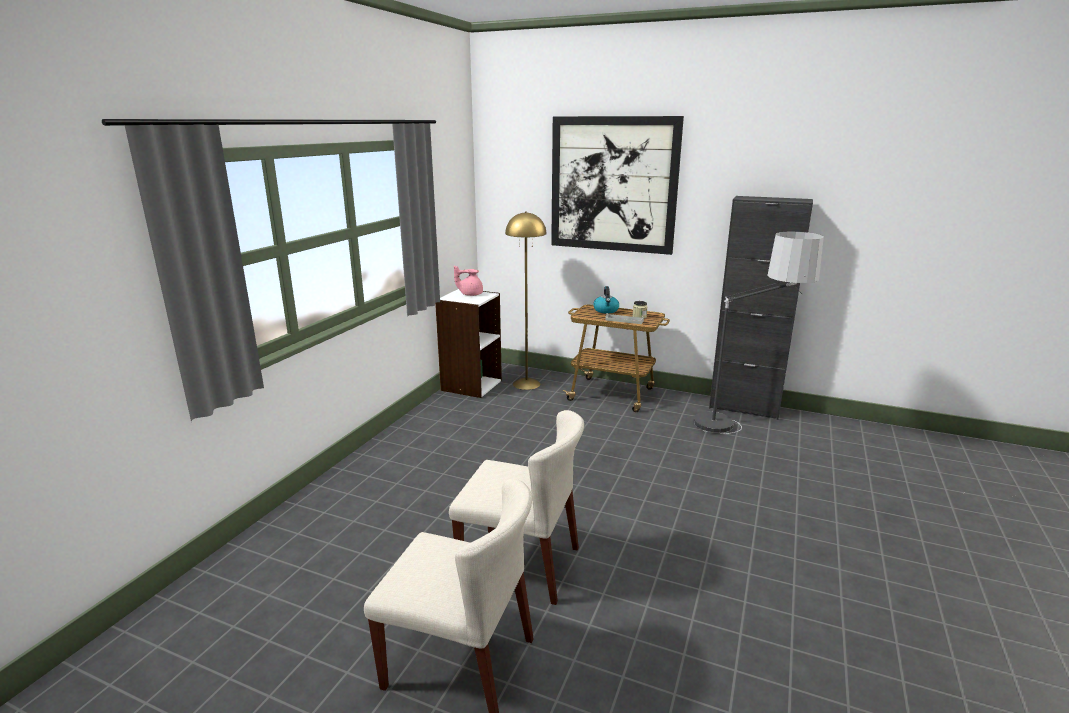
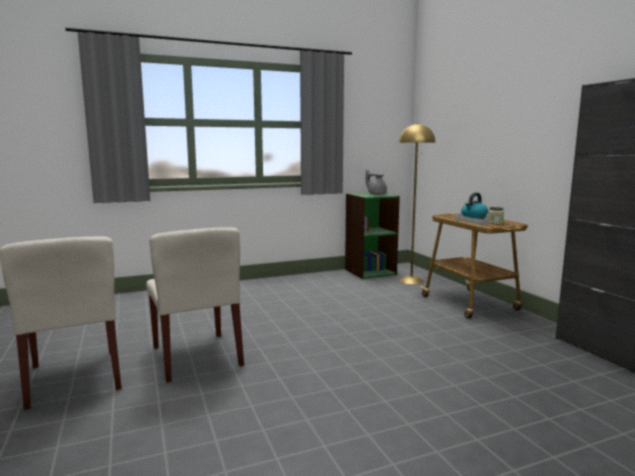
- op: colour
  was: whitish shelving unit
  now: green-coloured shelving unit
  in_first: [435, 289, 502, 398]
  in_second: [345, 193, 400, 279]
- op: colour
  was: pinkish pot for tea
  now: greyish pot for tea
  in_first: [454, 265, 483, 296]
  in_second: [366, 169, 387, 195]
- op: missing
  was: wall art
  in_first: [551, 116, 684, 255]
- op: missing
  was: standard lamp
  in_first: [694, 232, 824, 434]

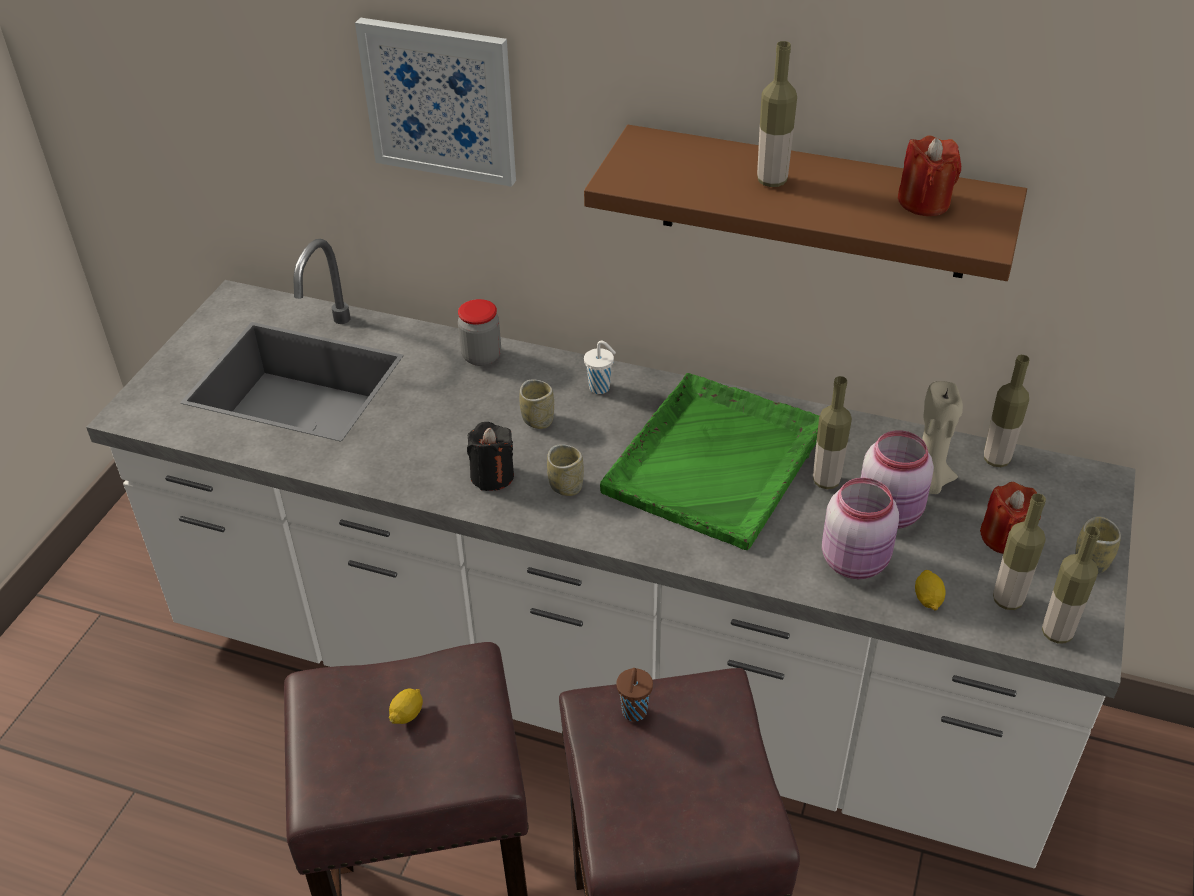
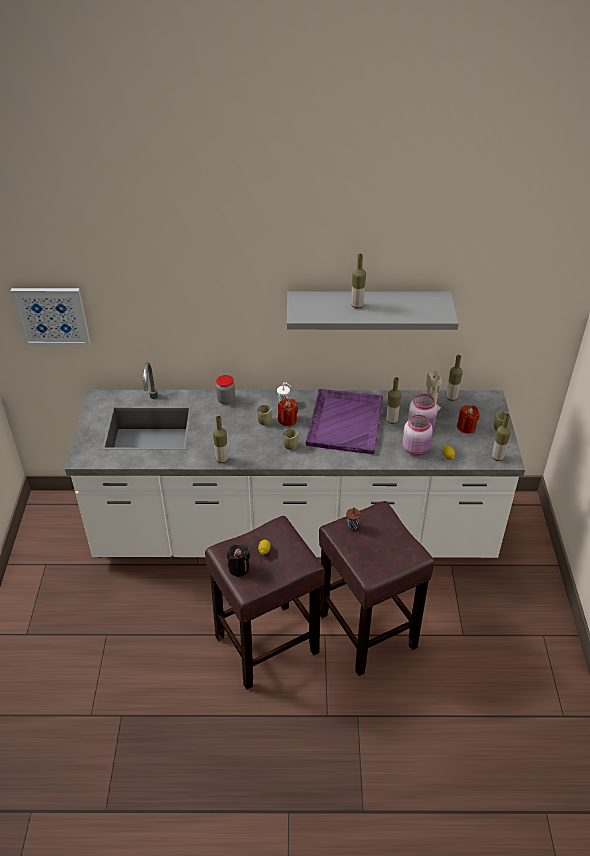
- op: relocated
  was: wall art
  in_first: [355, 18, 516, 187]
  in_second: [11, 288, 91, 346]
- op: relocated
  was: drink bottle
  in_first: [993, 493, 1046, 610]
  in_second: [213, 416, 228, 463]
- op: relocated
  was: blackish candle
  in_first: [467, 422, 514, 491]
  in_second: [227, 545, 250, 577]
- op: relocated
  was: red-coloured candle
  in_first: [897, 135, 961, 216]
  in_second: [278, 398, 298, 426]
- op: colour
  was: brown-coloured shelf
  now: greyish shelf
  in_first: [584, 125, 1027, 281]
  in_second: [287, 291, 459, 330]
- op: colour
  was: green-coloured serving tray
  now: purplish serving tray
  in_first: [600, 373, 819, 550]
  in_second: [306, 389, 383, 455]

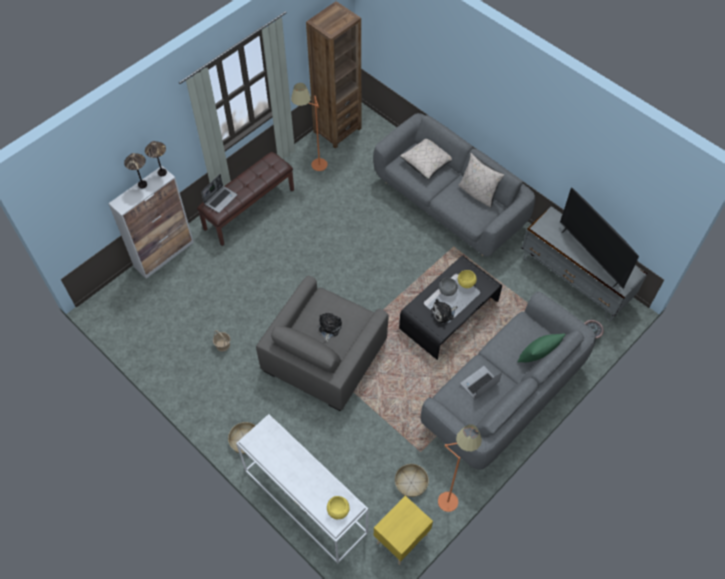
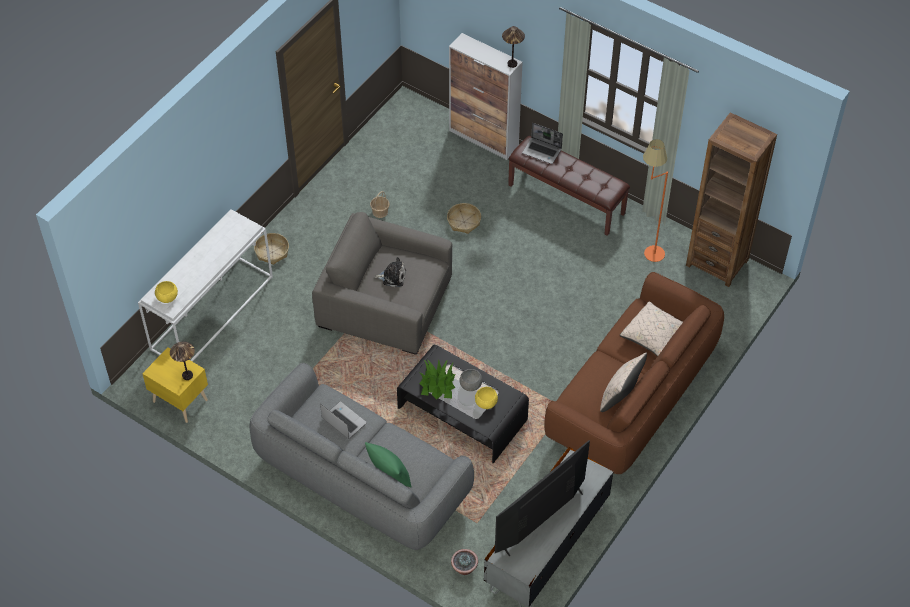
- op: relocated
  was: table lamp
  in_first: [124, 153, 147, 188]
  in_second: [170, 341, 195, 380]
- op: exchanged
  was: plush toy
  now: houseplant
  in_first: [431, 299, 458, 324]
  in_second: [419, 359, 456, 399]
- op: relocated
  was: storage basket
  in_first: [395, 464, 429, 497]
  in_second: [447, 203, 481, 234]
- op: colour
  was: greyish settee
  now: brown-coloured settee
  in_first: [373, 113, 535, 256]
  in_second: [544, 272, 724, 474]
- op: missing
  was: orangey standard lamp
  in_first: [438, 424, 482, 512]

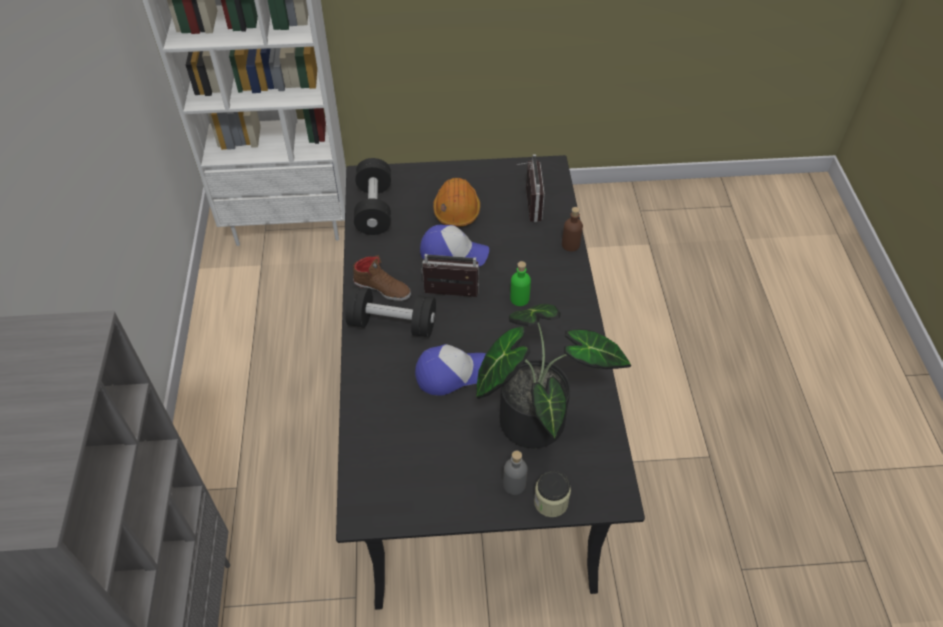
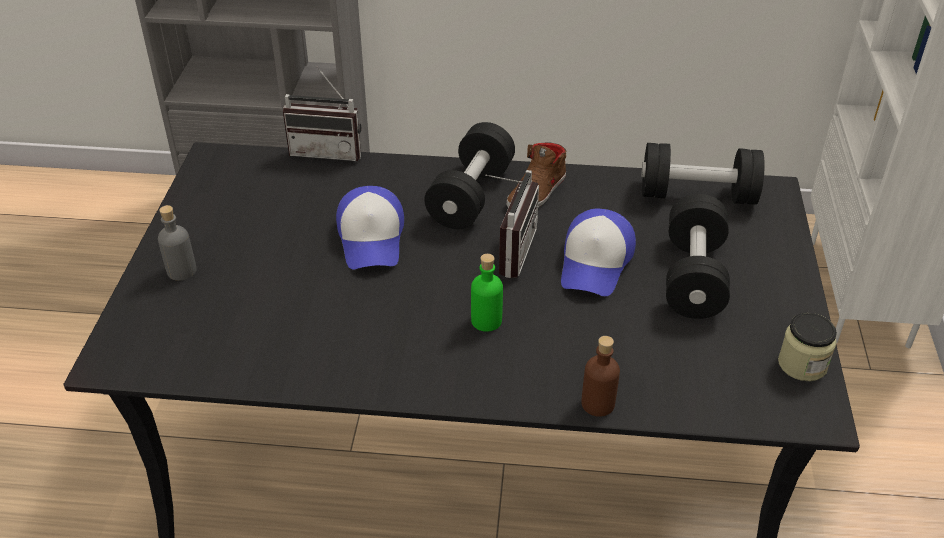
- op: relocated
  was: radio
  in_first: [517, 154, 545, 222]
  in_second: [283, 66, 361, 161]
- op: exchanged
  was: orangey work helmet
  now: blackish hand weight
  in_first: [433, 178, 480, 227]
  in_second: [666, 194, 730, 319]
- op: relocated
  was: storage jar
  in_first: [534, 471, 571, 517]
  in_second: [778, 313, 837, 381]
- op: missing
  was: houseplant
  in_first: [476, 304, 631, 448]

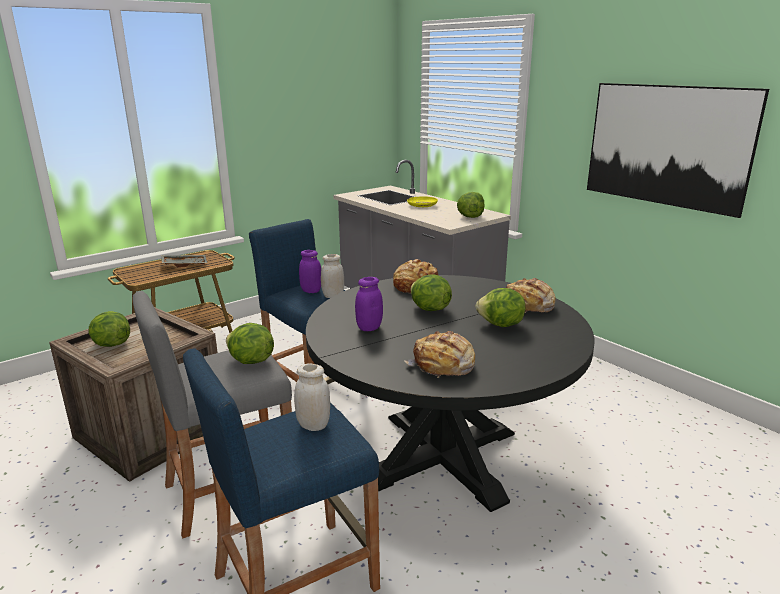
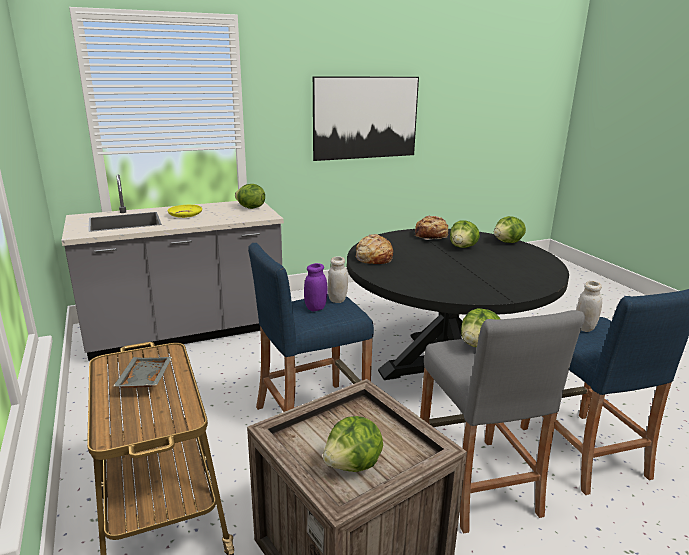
- op: relocated
  was: lettuce head
  in_first: [411, 274, 452, 311]
  in_second: [494, 216, 526, 243]
- op: missing
  was: purplish storage jar
  in_first: [355, 277, 383, 331]
- op: missing
  was: baked bread
  in_first: [404, 331, 475, 378]

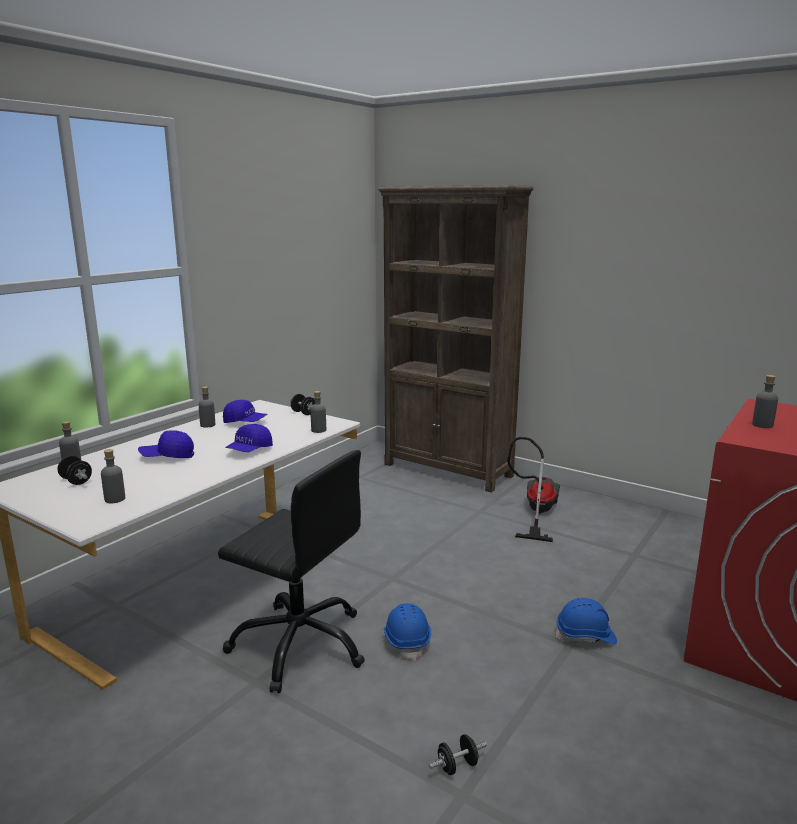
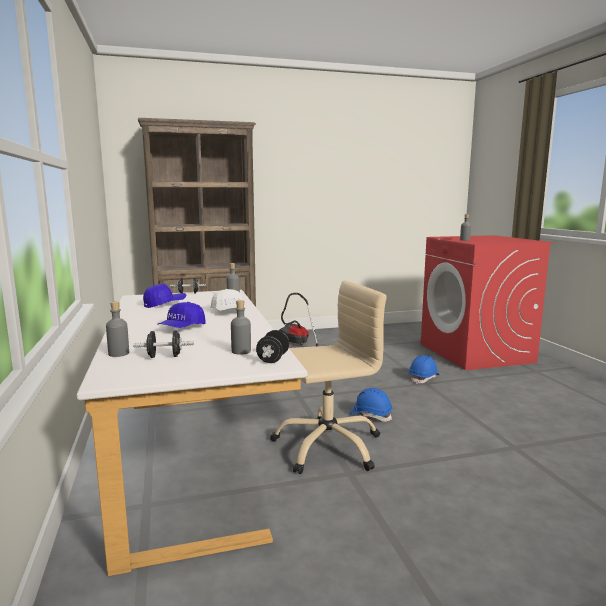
- op: colour
  was: bluish peaked cap
  now: whitish peaked cap
  in_first: [225, 424, 273, 452]
  in_second: [211, 289, 245, 311]
- op: relocated
  was: blackish hand weight
  in_first: [429, 734, 487, 775]
  in_second: [256, 330, 289, 363]
- op: colour
  was: blackish computer chair
  now: sand-coloured computer chair
  in_first: [218, 450, 365, 693]
  in_second: [270, 281, 387, 474]
- op: missing
  was: greyish drink bottle
  in_first: [198, 387, 215, 428]

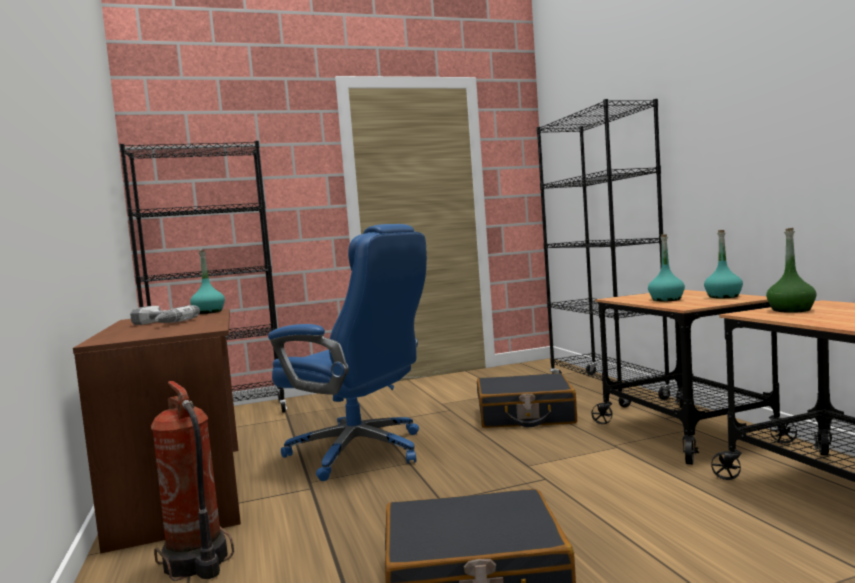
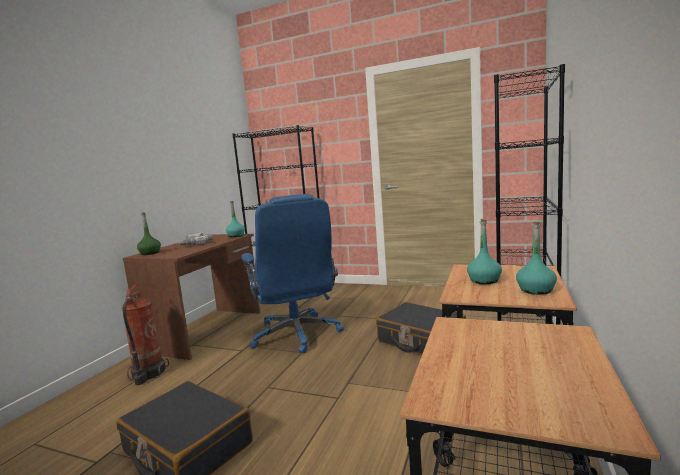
- op: relocated
  was: green-coloured drink bottle
  in_first: [766, 228, 817, 313]
  in_second: [137, 213, 161, 255]

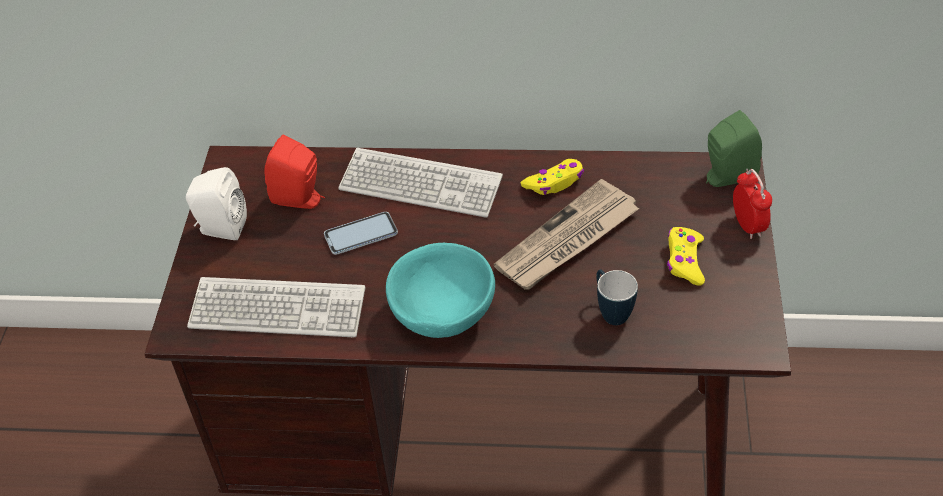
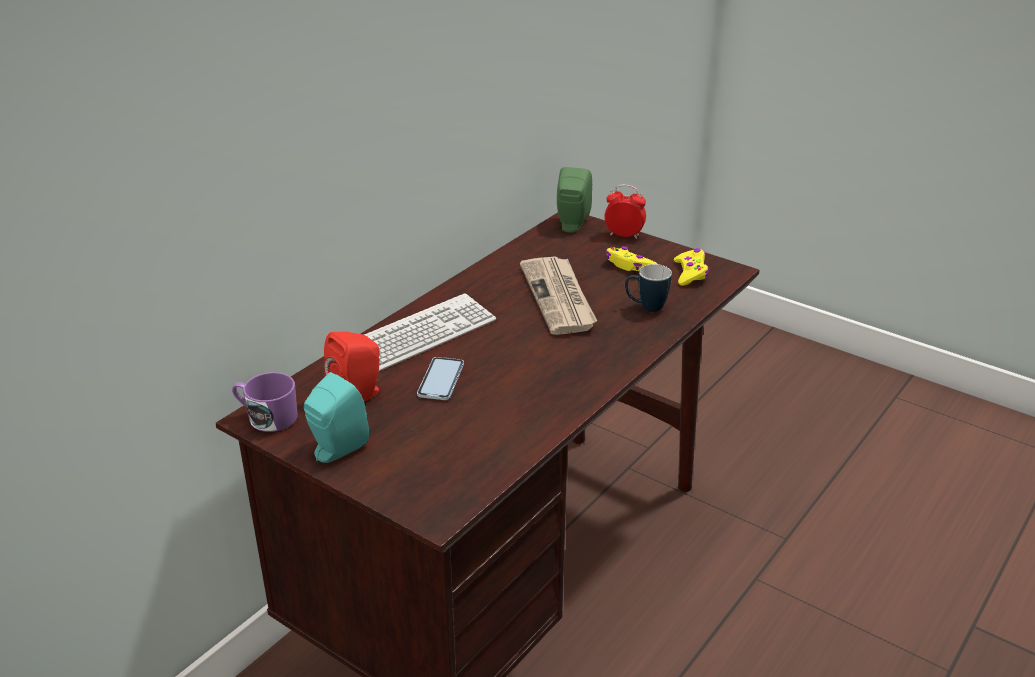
- op: appeared
  now: purplish coffee mug
  in_second: [232, 372, 298, 432]
- op: colour
  was: whitish loudspeaker
  now: turquoise loudspeaker
  in_first: [186, 167, 247, 240]
  in_second: [304, 372, 369, 463]
- op: relocated
  was: yellow-coloured game controller
  in_first: [521, 159, 584, 195]
  in_second: [674, 248, 709, 286]
- op: missing
  was: keyboard
  in_first: [187, 277, 365, 337]
- op: missing
  was: turquoise deep dish
  in_first: [386, 243, 495, 338]

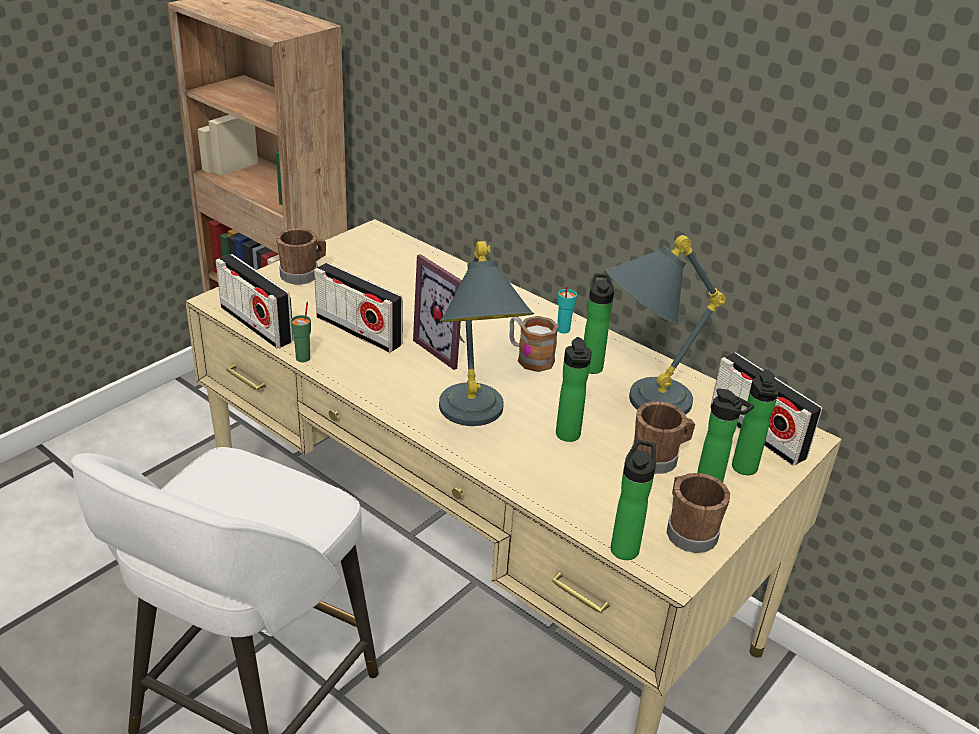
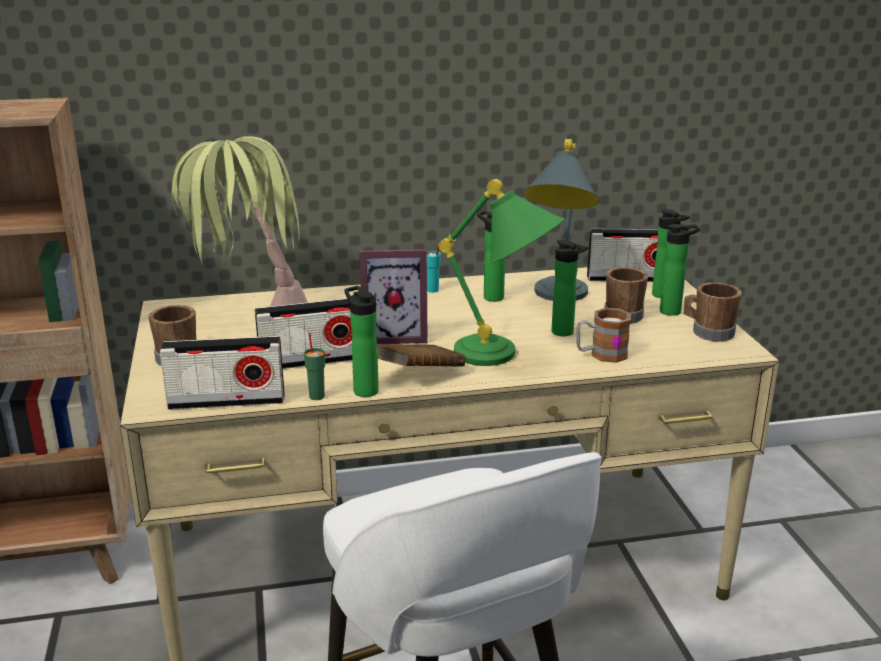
- op: appeared
  now: houseplant
  in_second: [172, 136, 308, 306]
- op: relocated
  was: drink bottle
  in_first: [611, 440, 656, 560]
  in_second: [344, 286, 379, 397]
- op: appeared
  now: brown-coloured bound book
  in_second: [377, 344, 466, 367]
- op: colour
  was: greyish table lamp
  now: green-coloured table lamp
  in_first: [439, 241, 534, 426]
  in_second: [438, 179, 564, 366]
- op: relocated
  was: coffee mug
  in_first: [510, 316, 559, 372]
  in_second: [576, 308, 631, 363]

